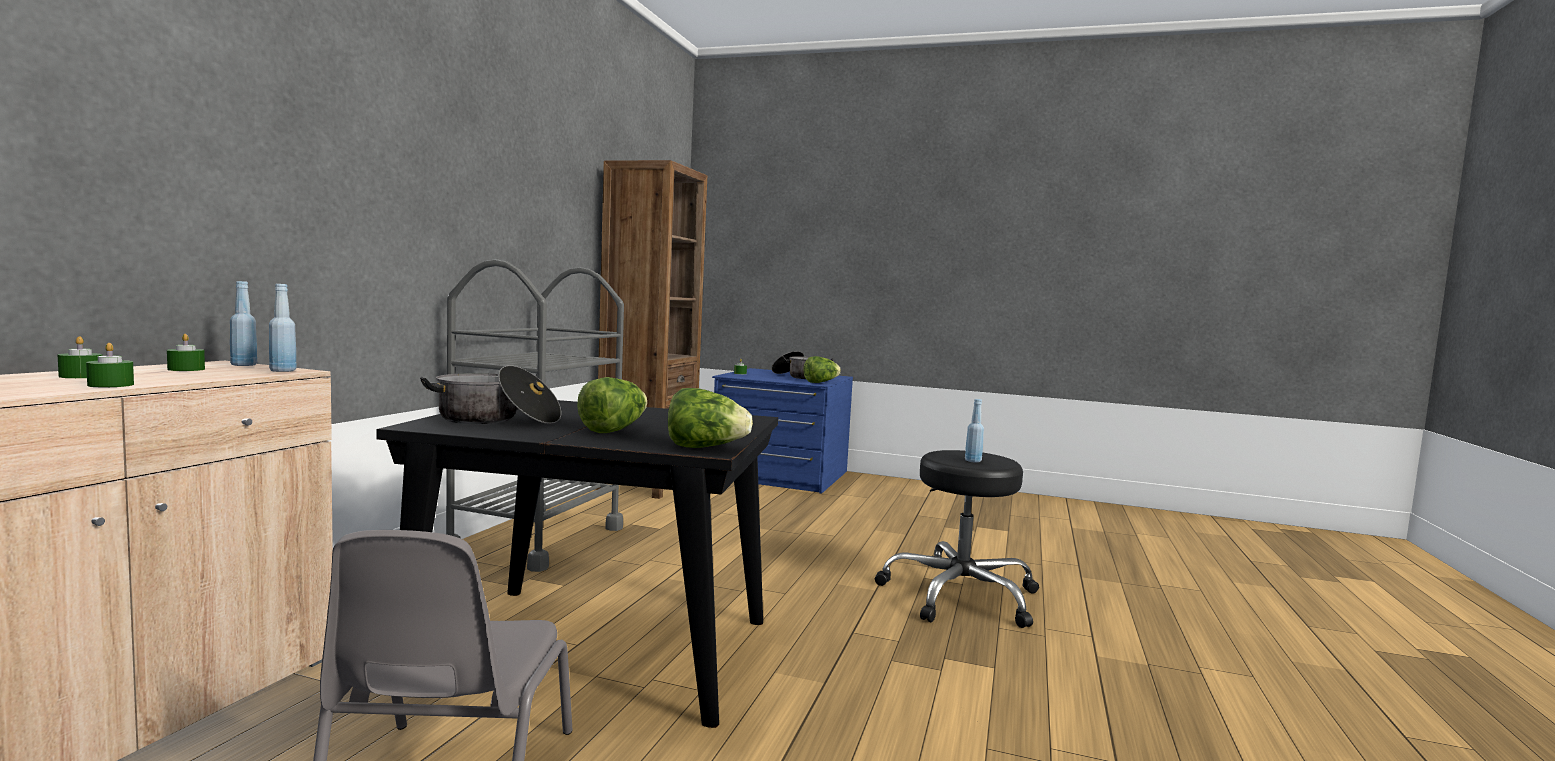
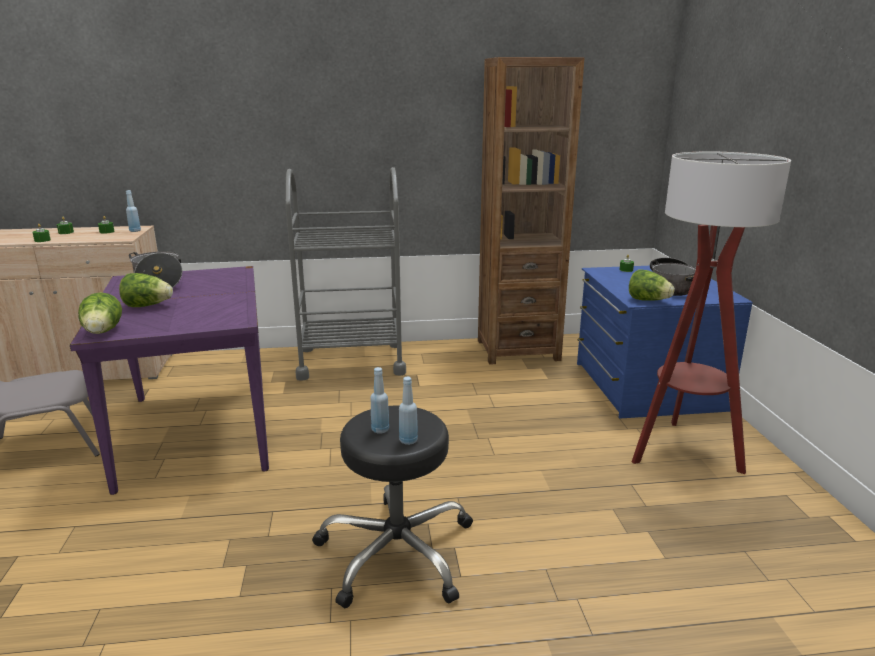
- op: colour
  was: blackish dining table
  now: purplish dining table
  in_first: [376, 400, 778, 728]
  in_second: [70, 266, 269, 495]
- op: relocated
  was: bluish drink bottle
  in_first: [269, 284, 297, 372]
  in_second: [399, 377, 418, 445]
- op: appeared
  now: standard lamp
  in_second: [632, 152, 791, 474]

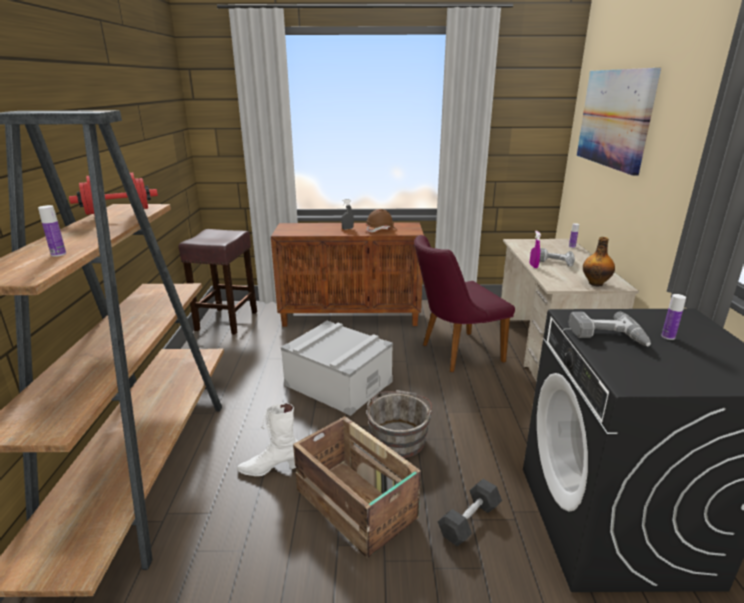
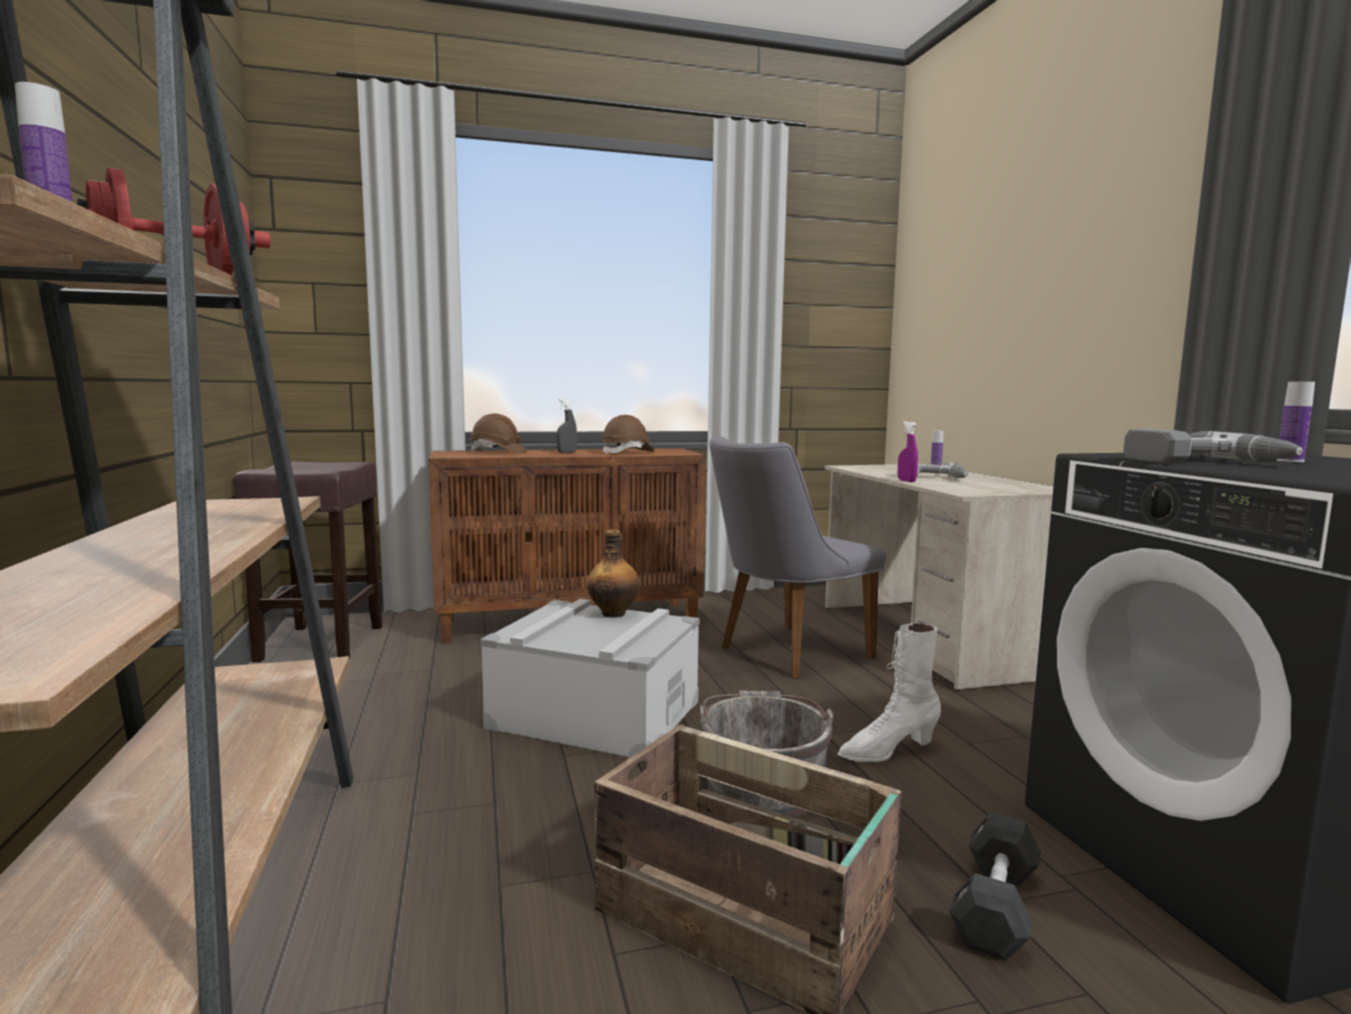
- op: appeared
  now: brown-coloured work helmet
  in_second: [469, 414, 527, 453]
- op: relocated
  was: drink bottle
  in_first: [583, 237, 615, 286]
  in_second: [587, 530, 640, 618]
- op: colour
  was: purplish upright chair
  now: greyish upright chair
  in_first: [414, 235, 515, 372]
  in_second: [709, 436, 886, 679]
- op: relocated
  was: whitish boot
  in_first: [237, 403, 298, 476]
  in_second: [838, 623, 941, 762]
- op: missing
  was: wall art
  in_first: [577, 68, 661, 176]

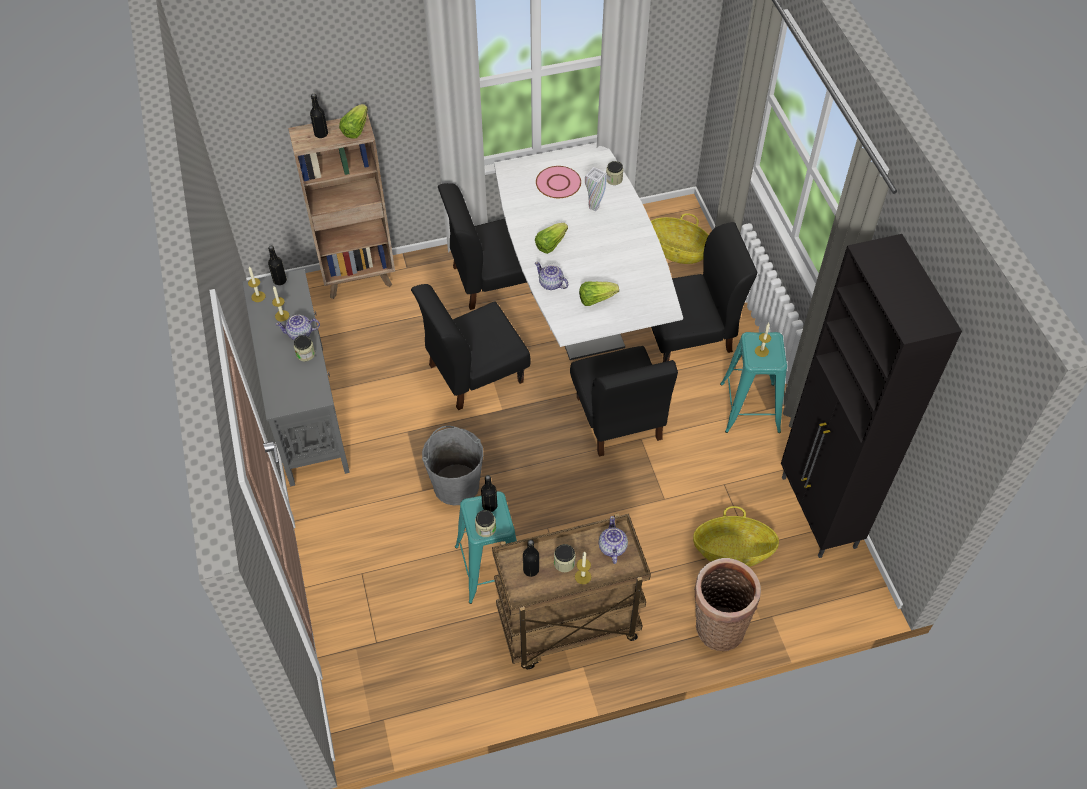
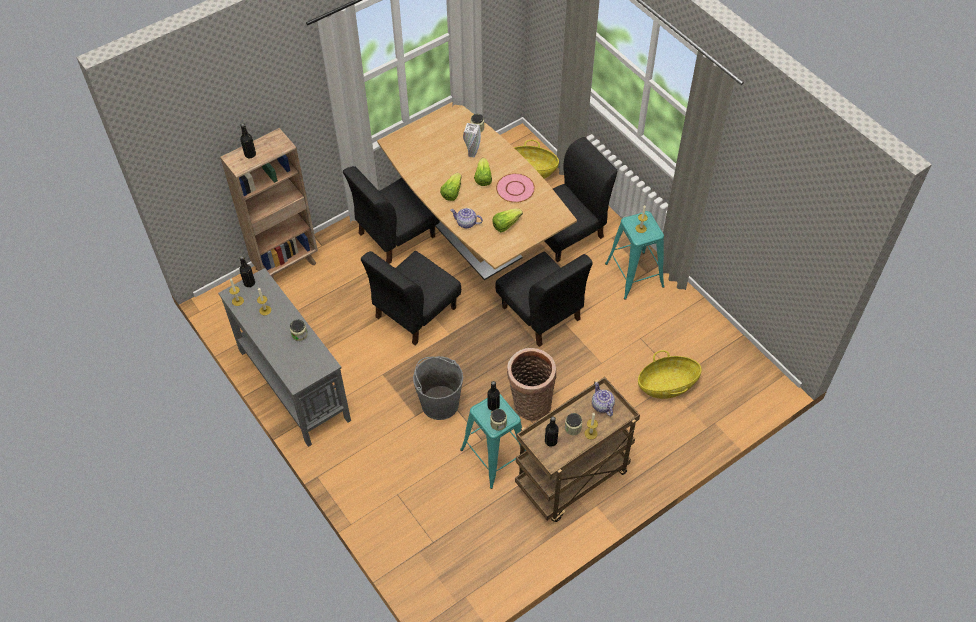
- op: colour
  was: whitish dining table
  now: brown-coloured dining table
  in_first: [494, 142, 683, 360]
  in_second: [377, 102, 577, 280]
- op: relocated
  was: lettuce head
  in_first: [339, 104, 368, 139]
  in_second: [474, 158, 492, 186]
- op: relocated
  was: pinkish flat dish
  in_first: [536, 166, 581, 198]
  in_second: [496, 173, 535, 203]
- op: relocated
  was: storage basket
  in_first: [694, 558, 761, 651]
  in_second: [507, 348, 556, 421]
- op: missing
  was: pot for tea
  in_first: [275, 315, 320, 340]
- op: missing
  was: blackish cabinet
  in_first: [781, 234, 962, 558]

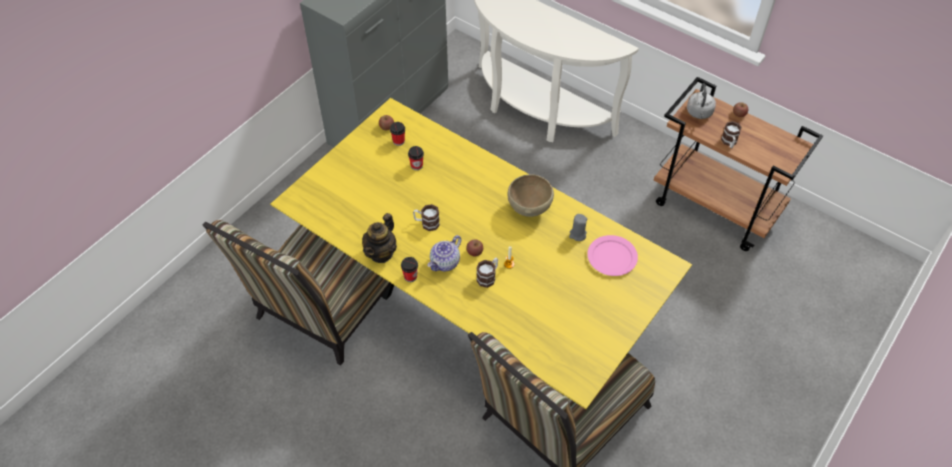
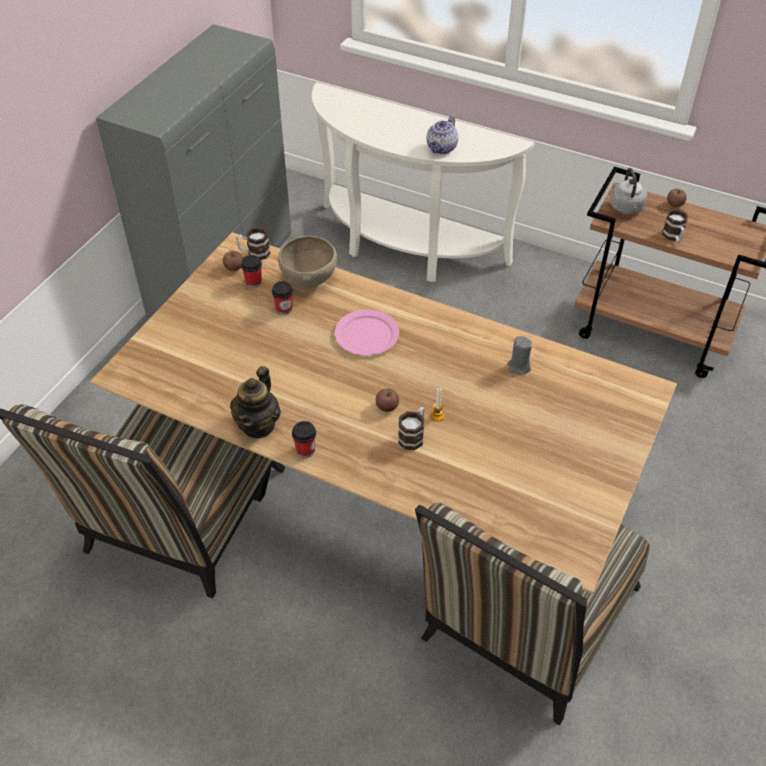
- op: colour
  was: yellow-coloured dining table
  now: brown-coloured dining table
  in_first: [270, 98, 692, 409]
  in_second: [89, 232, 677, 594]
- op: relocated
  was: coffee mug
  in_first: [413, 204, 440, 231]
  in_second: [236, 227, 271, 260]
- op: relocated
  was: brown-coloured deep dish
  in_first: [508, 174, 554, 217]
  in_second: [278, 236, 337, 287]
- op: relocated
  was: pinkish flat dish
  in_first: [587, 235, 638, 276]
  in_second: [335, 309, 399, 355]
- op: relocated
  was: pot for tea
  in_first: [427, 235, 461, 271]
  in_second: [427, 116, 458, 154]

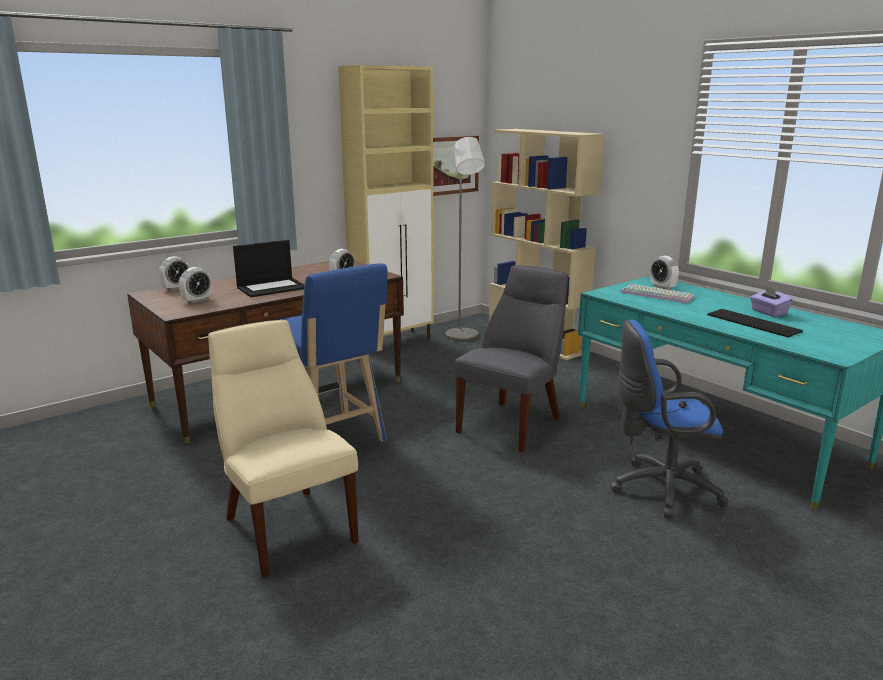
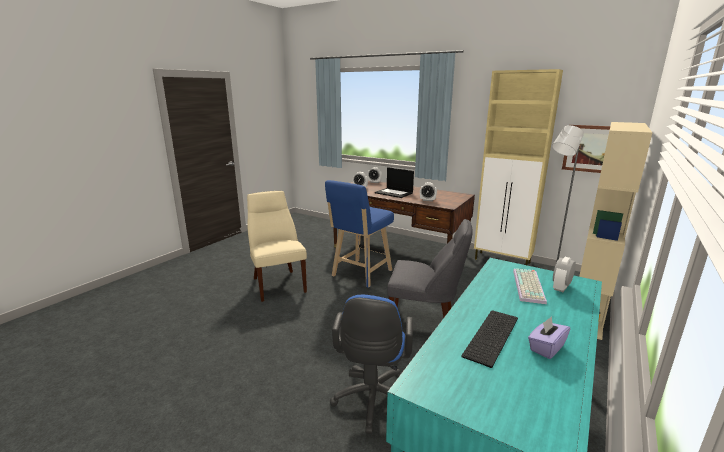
- op: spun
  was: sand-coloured upright chair
  in_first: [208, 320, 359, 578]
  in_second: [247, 191, 307, 302]
  clockwise: -60
- op: spun
  was: bluish computer chair
  in_first: [610, 320, 729, 518]
  in_second: [330, 295, 413, 434]
  clockwise: -150

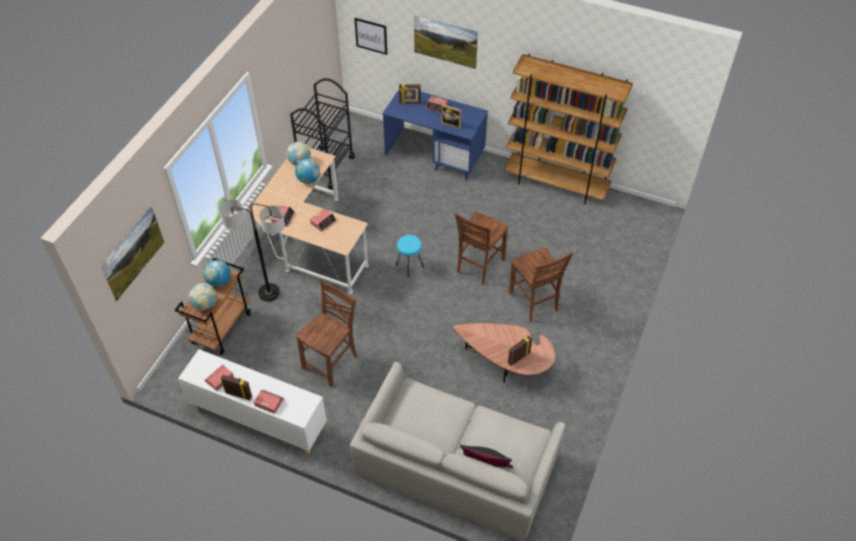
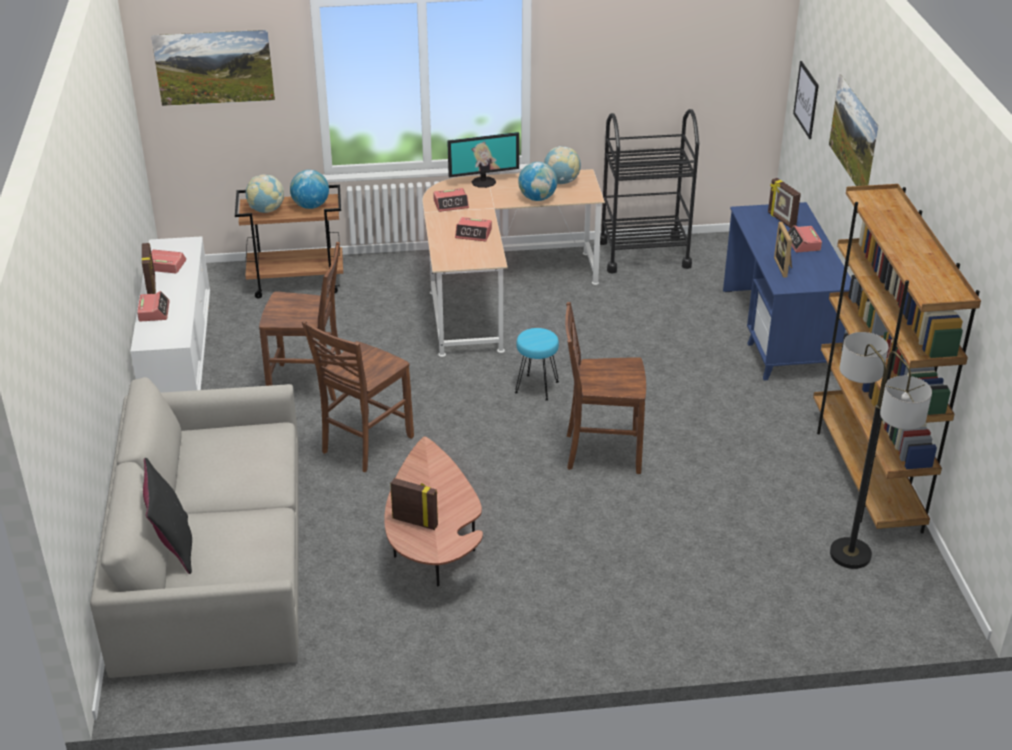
- op: relocated
  was: brown-coloured upright chair
  in_first: [509, 248, 573, 322]
  in_second: [302, 320, 414, 472]
- op: appeared
  now: monitor
  in_second: [447, 132, 519, 188]
- op: relocated
  was: standard lamp
  in_first: [219, 200, 285, 301]
  in_second: [830, 332, 932, 569]

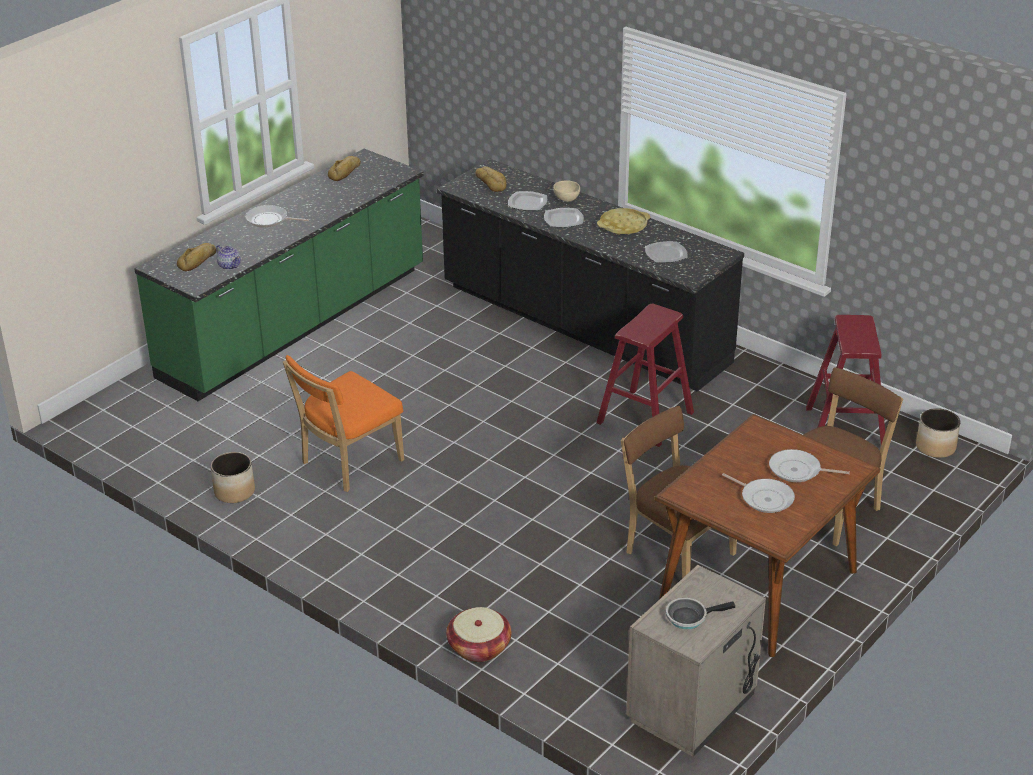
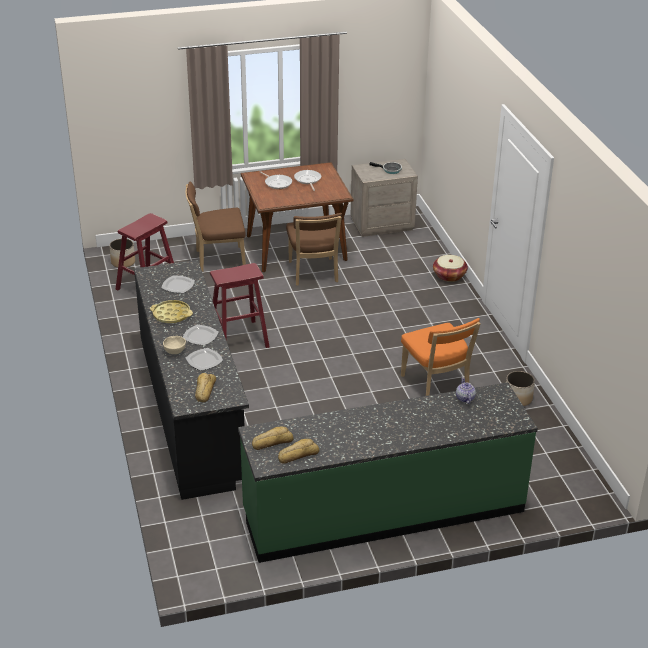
- op: relocated
  was: baked bread
  in_first: [177, 243, 216, 271]
  in_second: [252, 426, 293, 450]
- op: spun
  was: orangey upright chair
  in_first: [283, 355, 404, 492]
  in_second: [401, 318, 481, 396]
  clockwise: 75
- op: missing
  was: frying pan
  in_first: [245, 205, 309, 228]

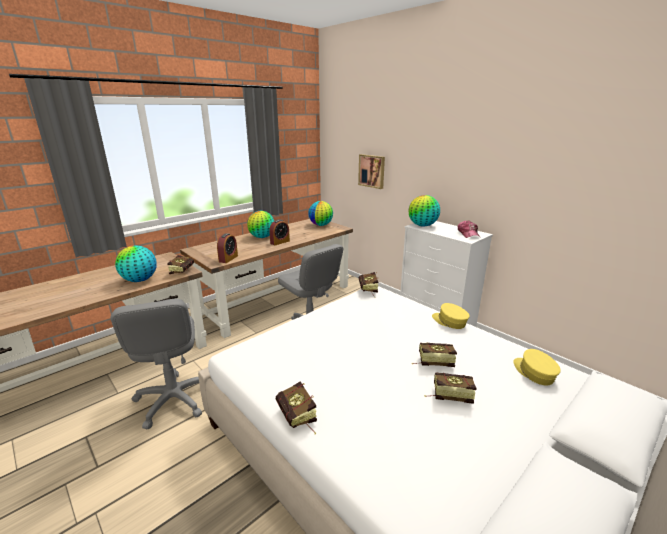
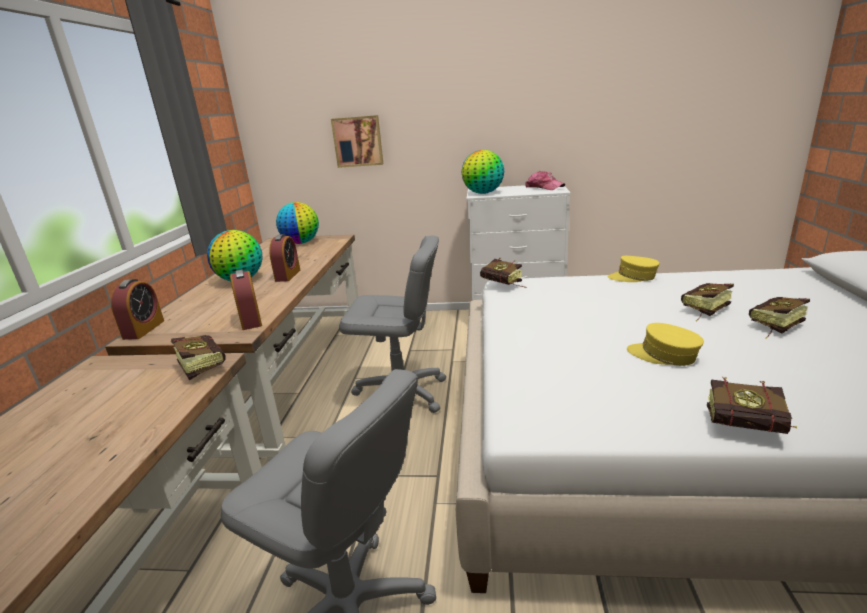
- op: appeared
  now: alarm clock
  in_second: [111, 279, 164, 340]
- op: relocated
  was: yellow-coloured peaked cap
  in_first: [513, 349, 561, 385]
  in_second: [627, 323, 704, 366]
- op: missing
  was: globe
  in_first: [115, 245, 157, 282]

